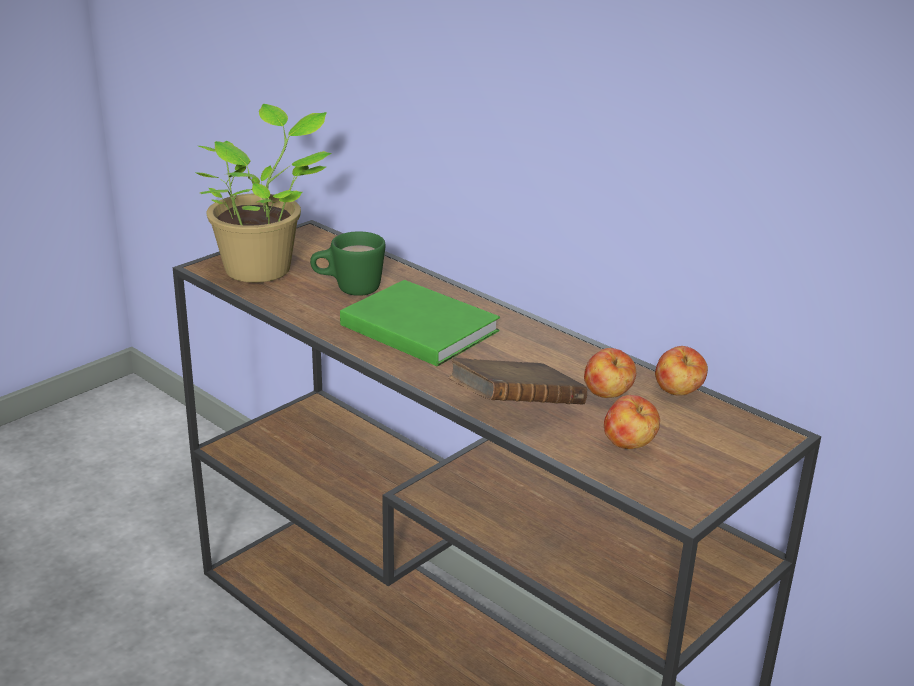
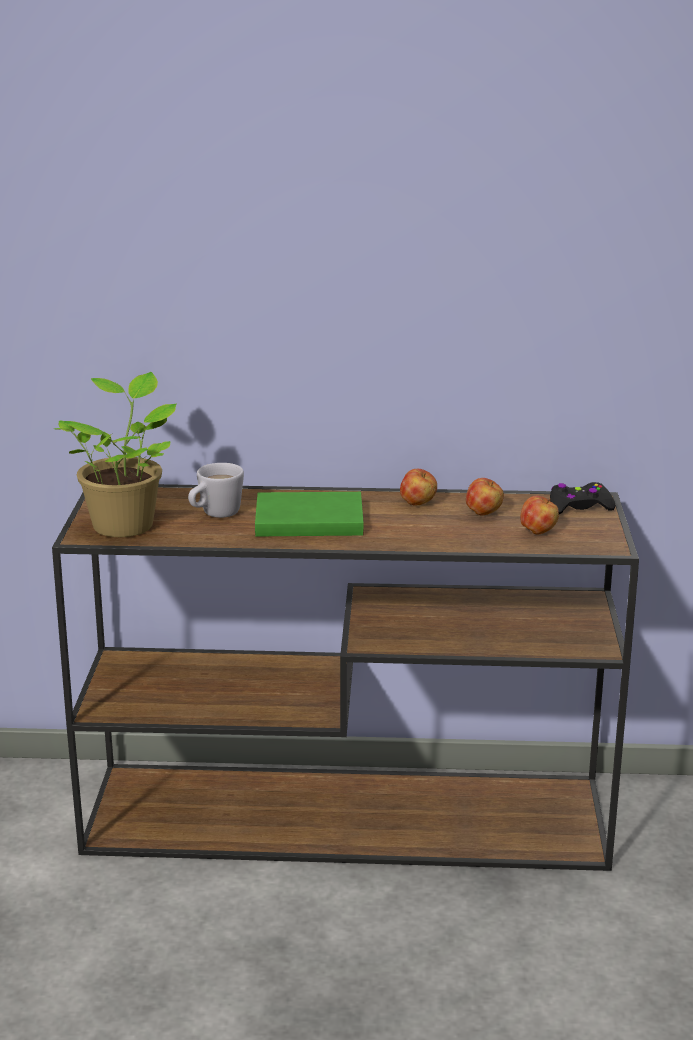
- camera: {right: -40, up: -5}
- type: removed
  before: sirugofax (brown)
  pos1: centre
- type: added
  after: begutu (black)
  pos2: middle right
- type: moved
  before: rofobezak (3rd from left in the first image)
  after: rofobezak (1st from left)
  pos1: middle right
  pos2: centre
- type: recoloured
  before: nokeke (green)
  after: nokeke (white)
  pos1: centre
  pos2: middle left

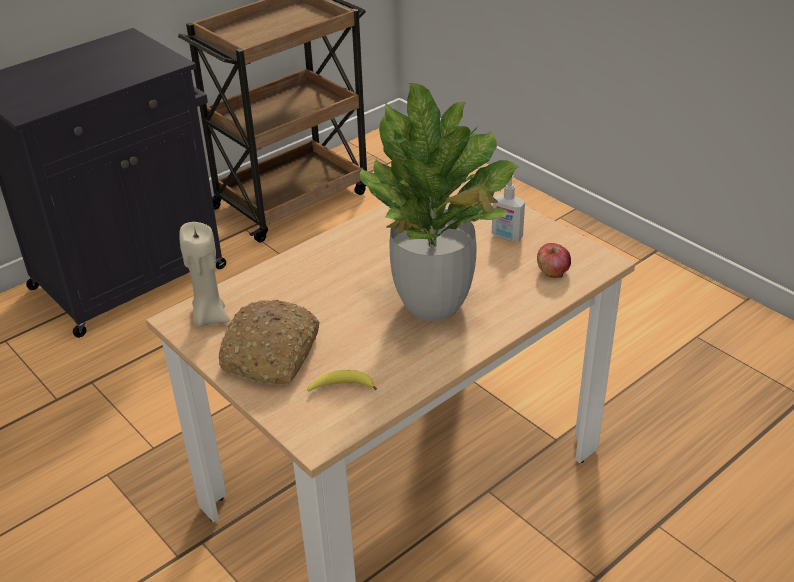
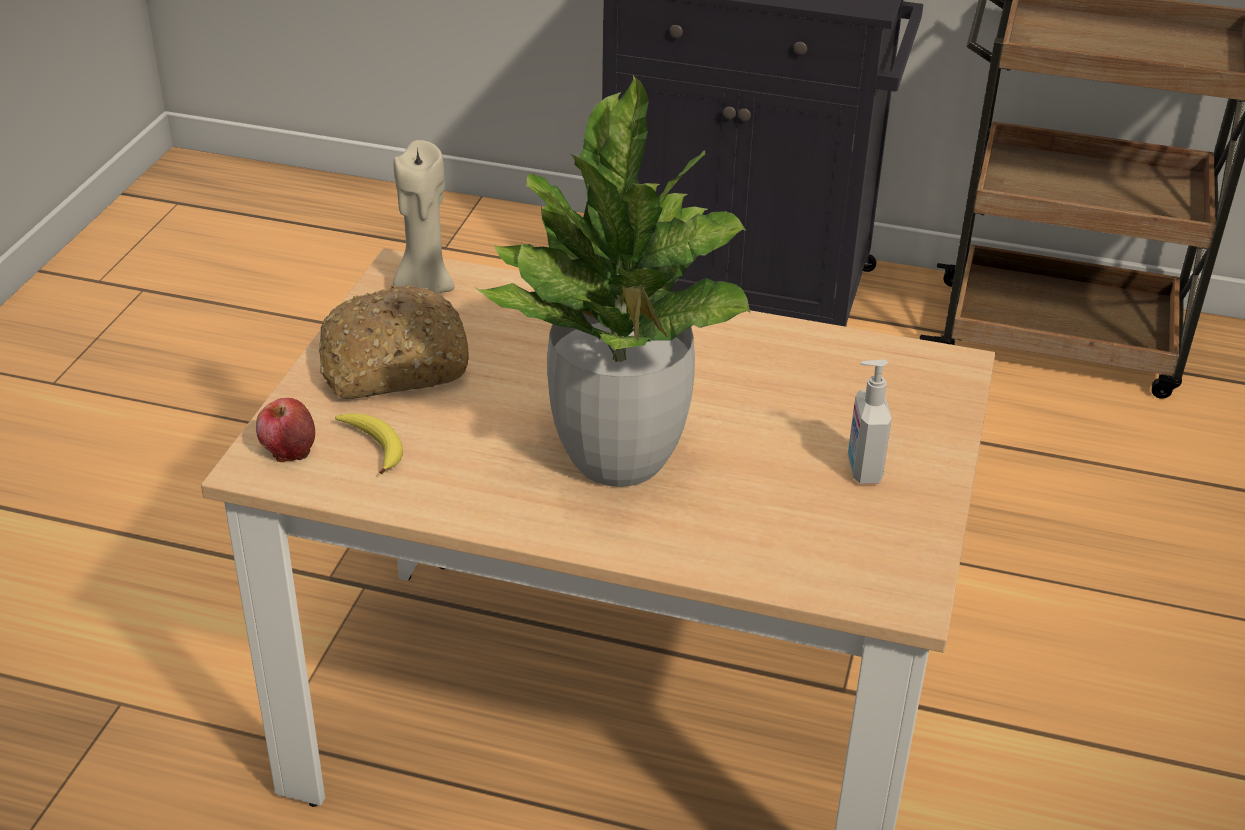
- camera: {right: 55, up: 0}
- type: moved
  before: rofobezak
  pos1: middle right
  pos2: middle left

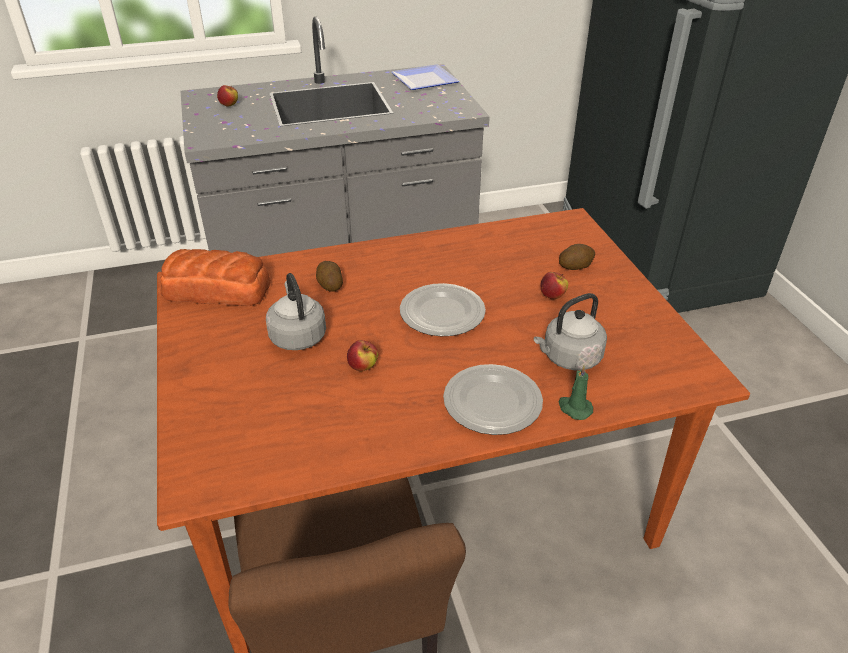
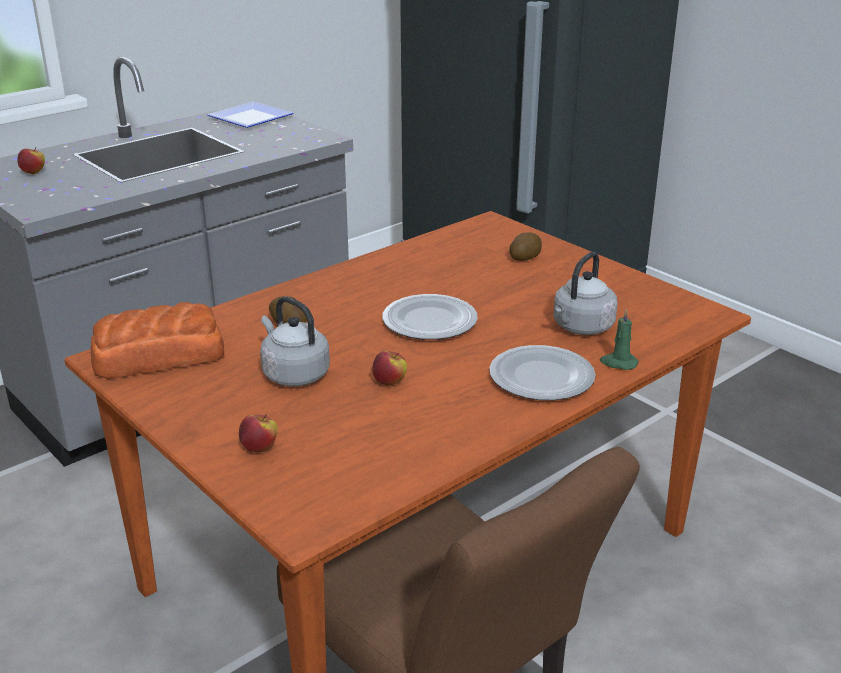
- camera: {right: -25, up: -10}
- type: moved
  before: rofobezak (3rd from left in the first image)
  after: rofobezak (2nd from left)
  pos1: centre
  pos2: middle left

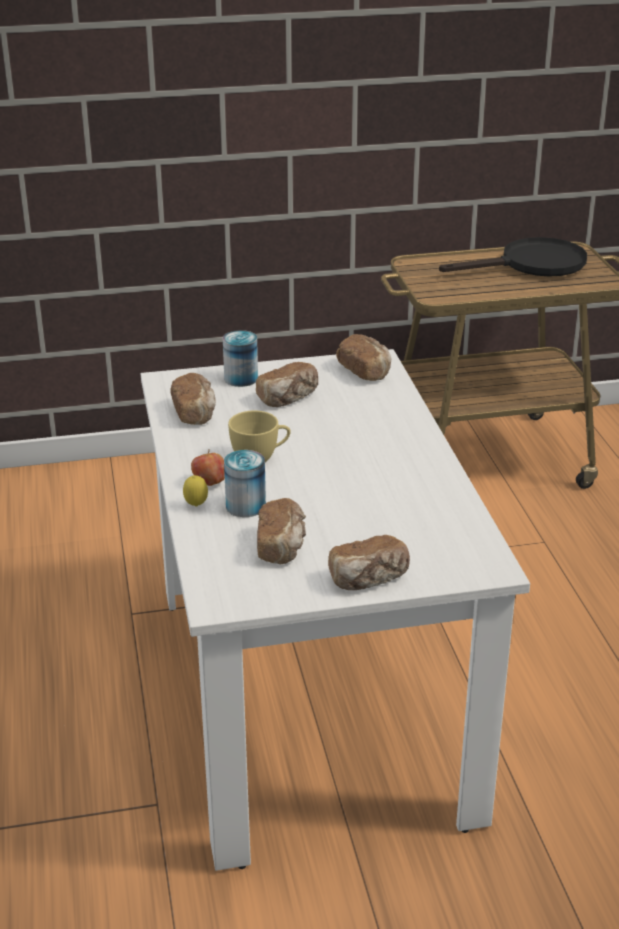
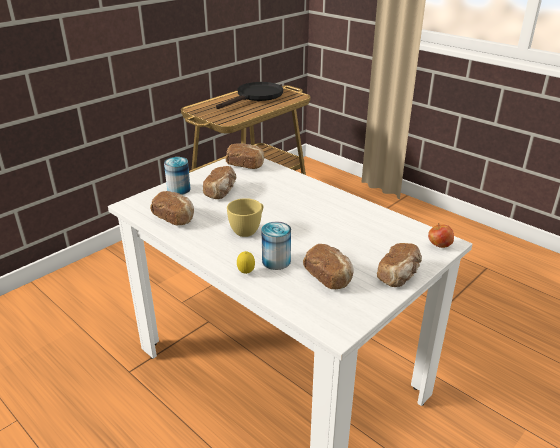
- camera: {right: -35, up: 0}
- type: moved
  before: rofobezak
  pos1: centre
  pos2: middle right

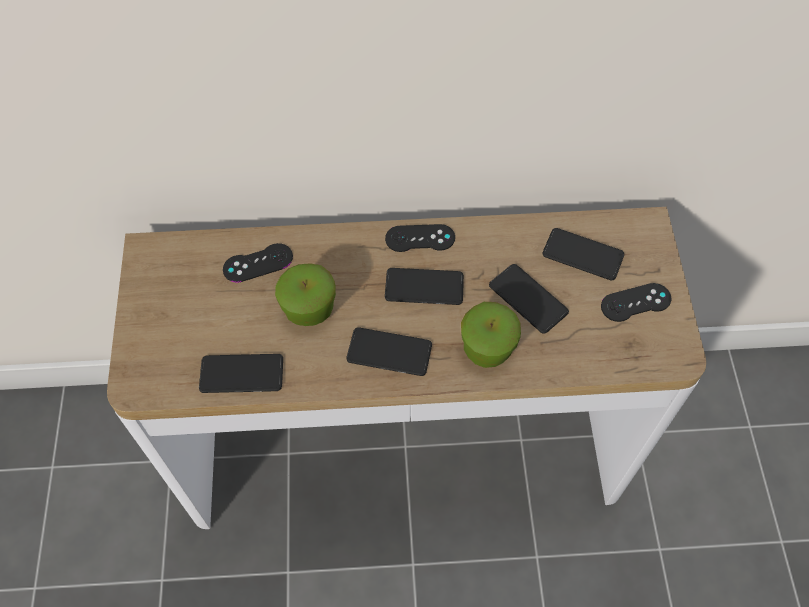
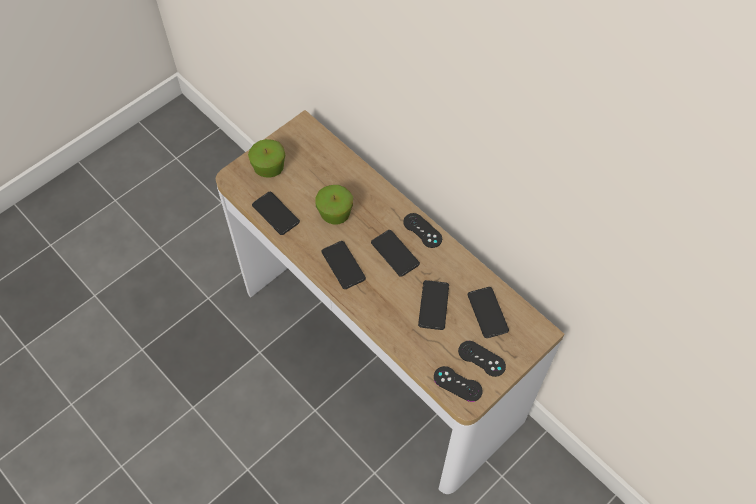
- camera: {right: 50, up: 0}
- type: moved
  before: begutu (black) (1st from left in the first image)
  after: begutu (black) (2nd from left)
  pos1: middle left
  pos2: bottom centre
- type: moved
  before: rofobezak (2nd from left in the first image)
  after: rofobezak (1st from left)
  pos1: centre
  pos2: top centre

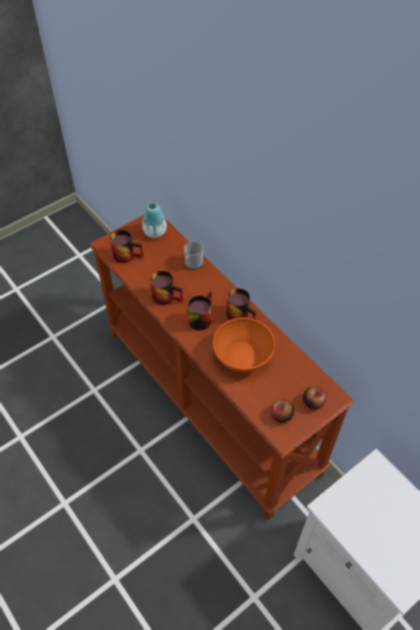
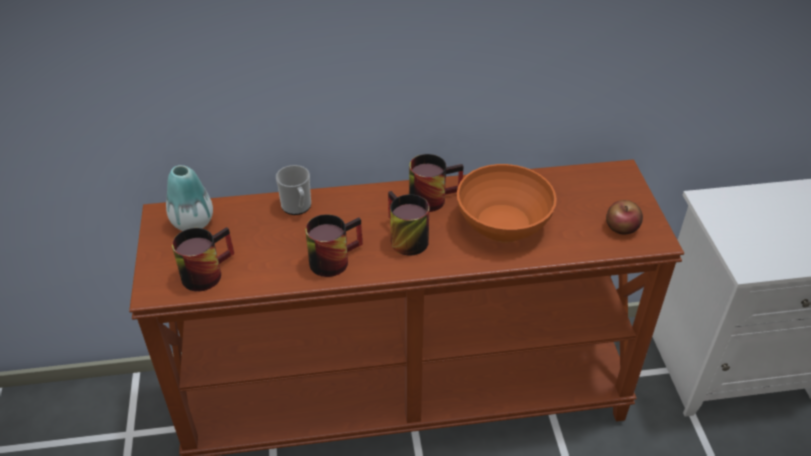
- camera: {right: -60, up: -10}
- type: removed
  before: rofobezak (2nd from left)
  pos1: middle right

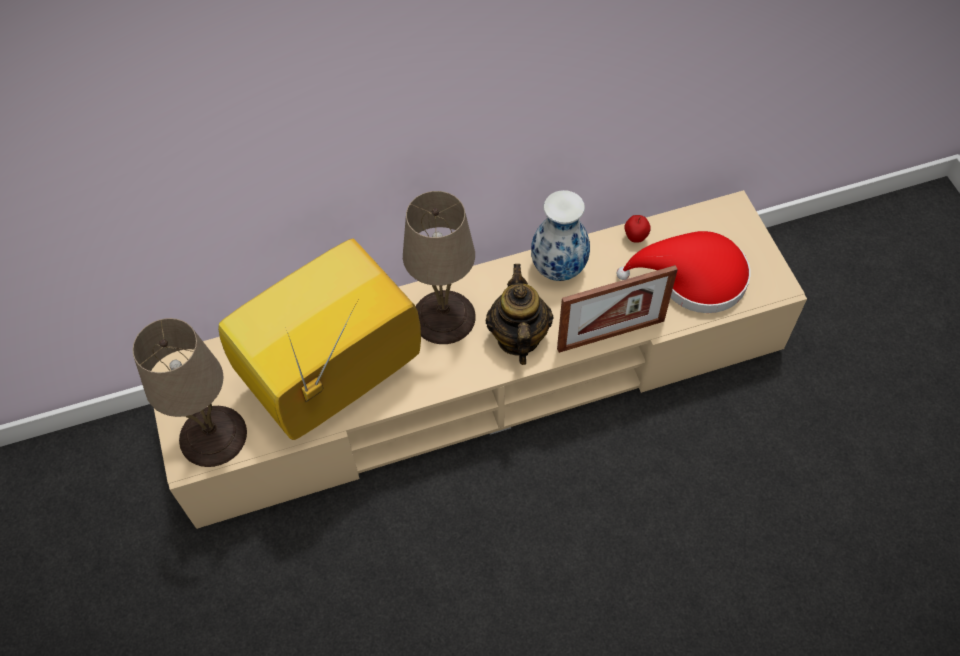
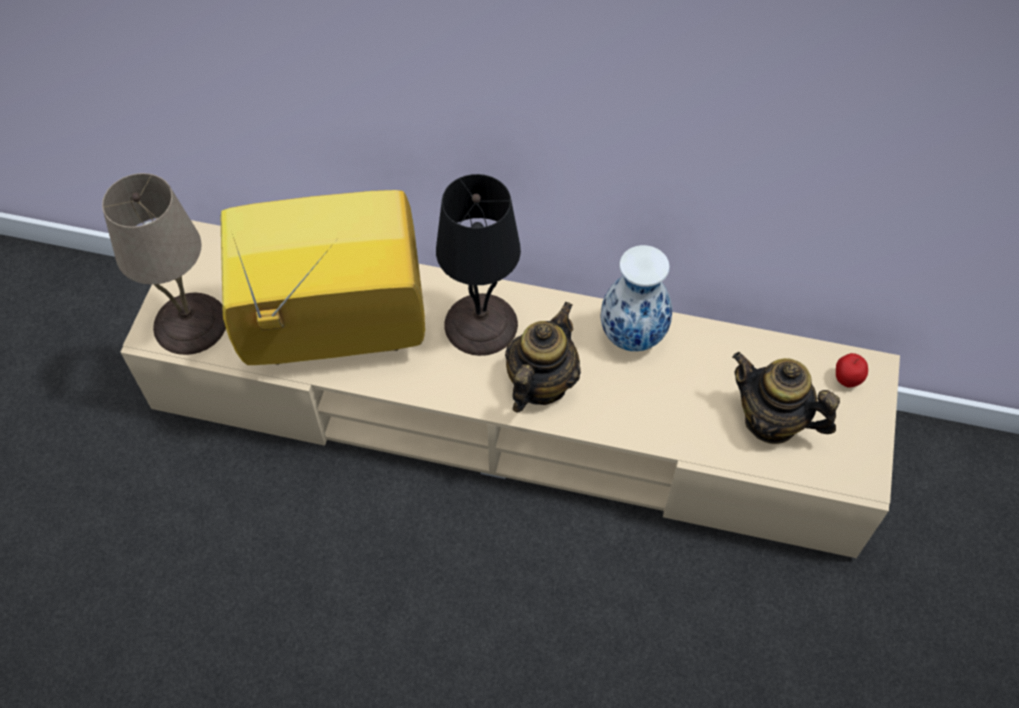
- camera: {right: 30, up: 0}
- type: removed
  before: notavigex
  pos1: centre
- type: moved
  before: rofobezak
  pos1: centre
  pos2: middle right
- type: replaced
  before: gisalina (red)
  after: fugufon (2nd from left)
  pos1: middle right
  pos2: middle right
- type: recoloured
  before: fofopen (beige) (2nd from left)
  after: fofopen (black)
  pos1: centre
  pos2: centre

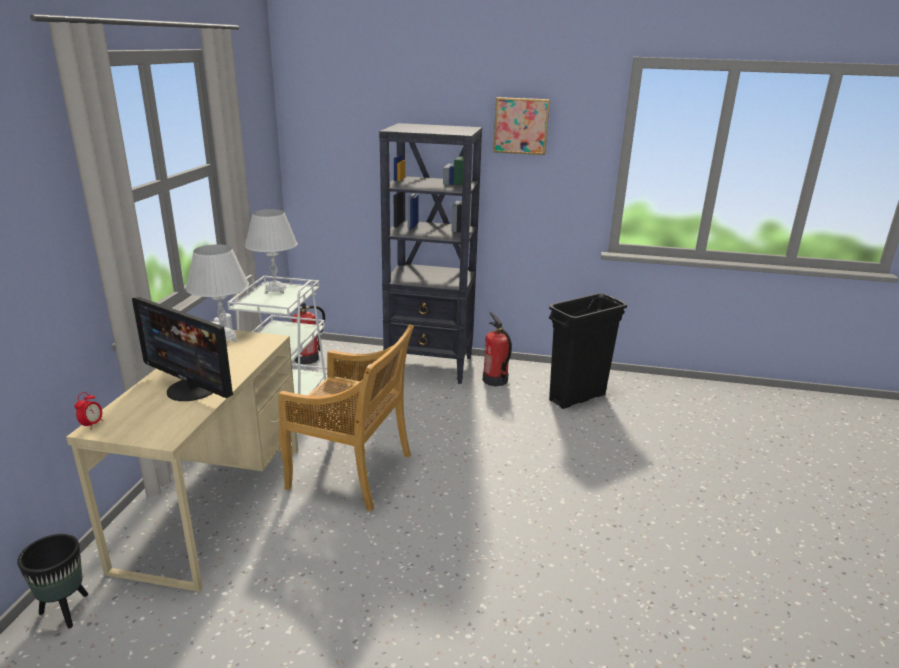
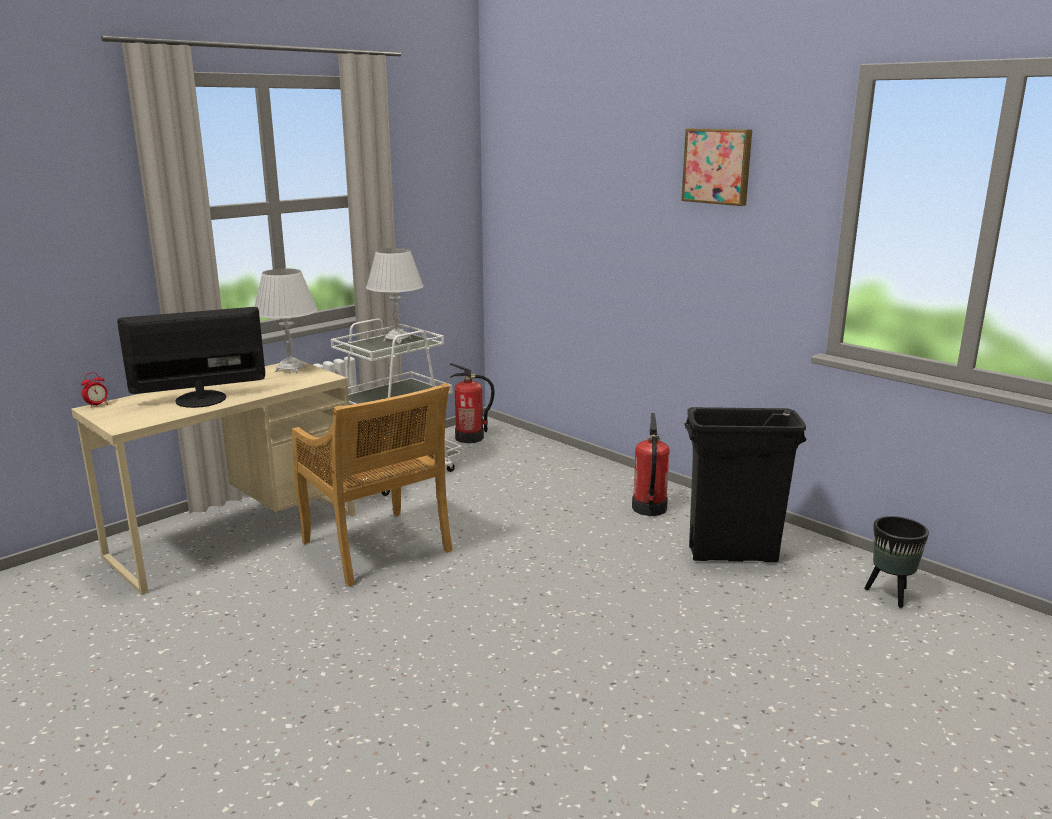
- camera: {right: 35, up: -5}
- type: removed
  before: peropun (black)
  pos1: centre
- type: moved
  before: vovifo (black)
  pos1: bottom left
  pos2: bottom right
- type: turned
  before: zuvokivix
  pos1: middle left
  pos2: middle left
  turn: 90

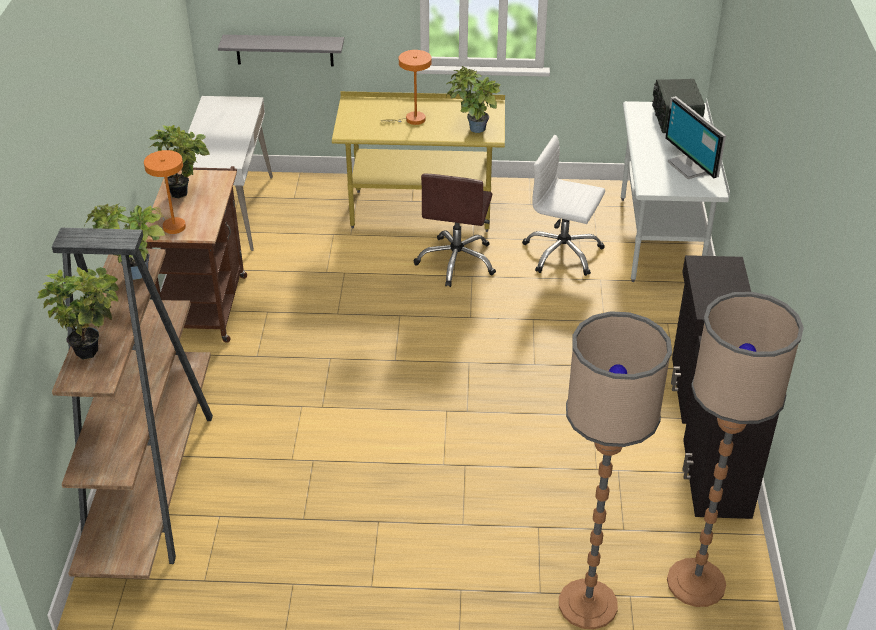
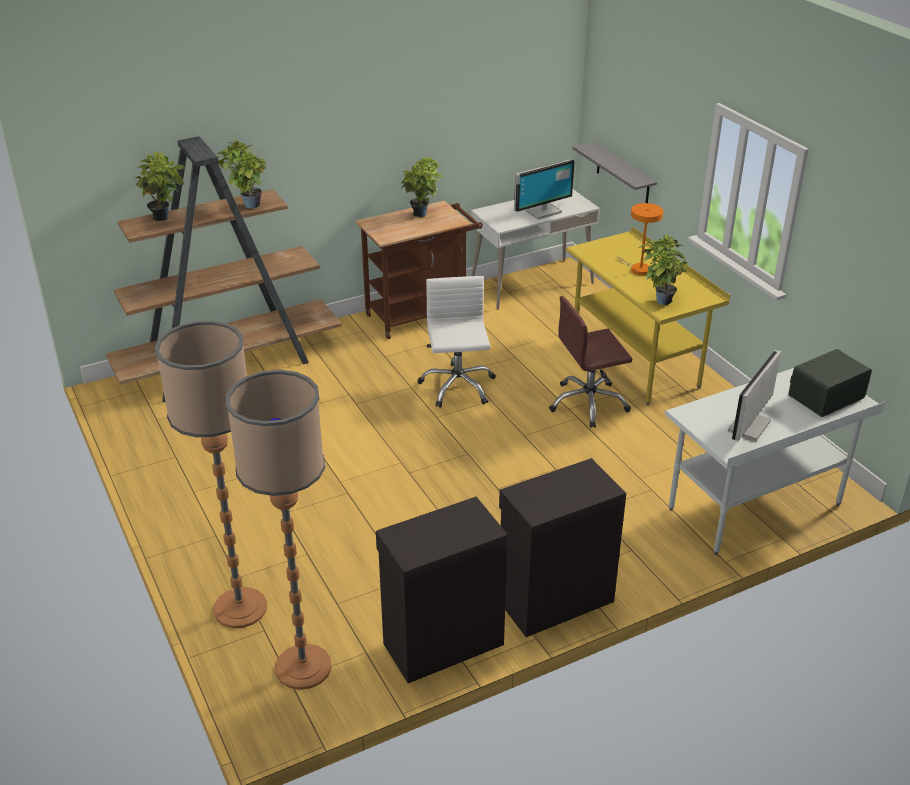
- camera: {right: 60, up: -5}
- type: removed
  before: fofopen (orange) (1st from left)
  pos1: top left
- type: added
  after: zuvokivix (1st from left)
  pos2: top centre
- type: moved
  before: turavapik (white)
  pos1: top centre
  pos2: centre

